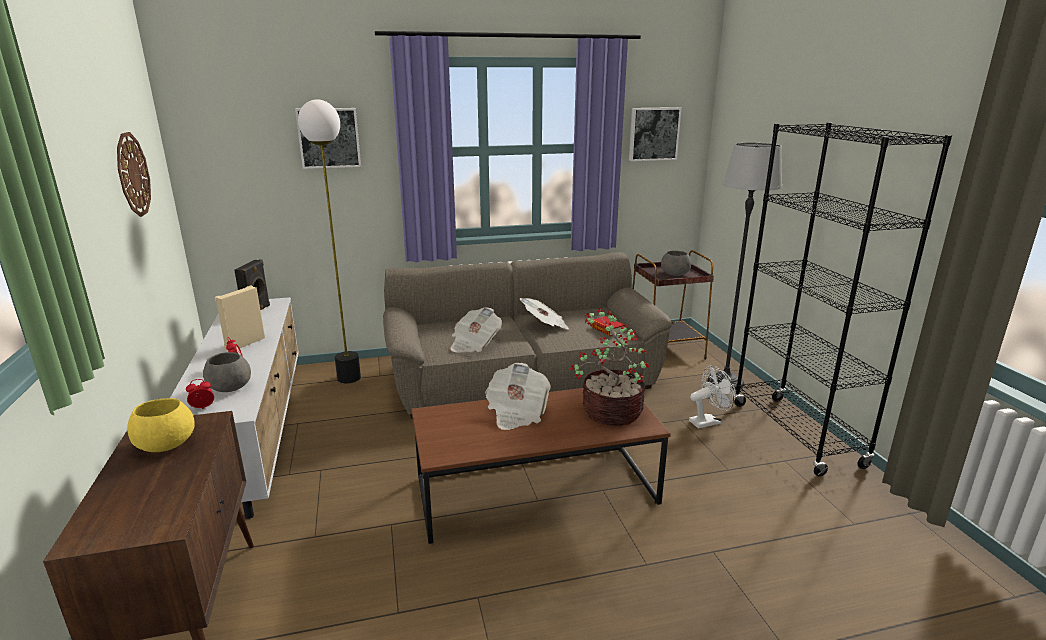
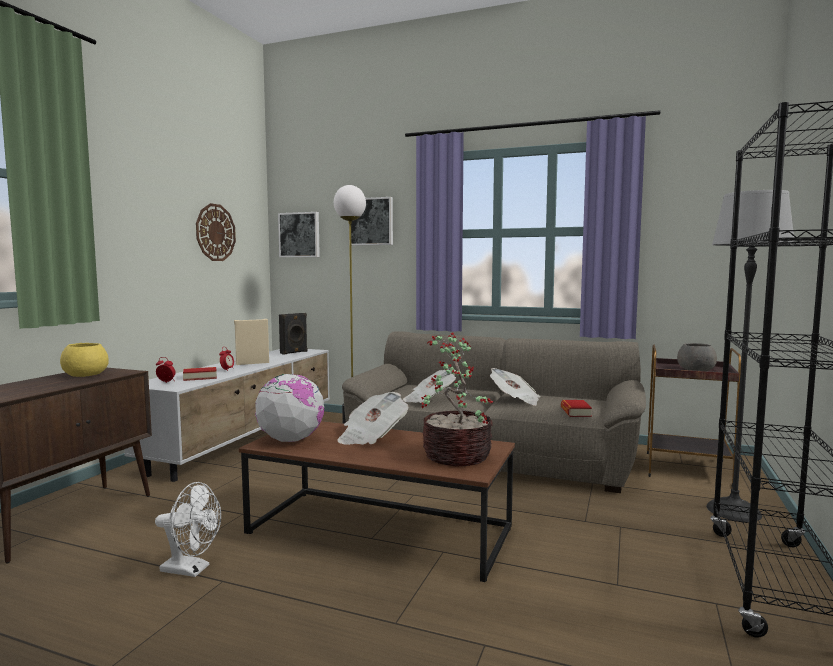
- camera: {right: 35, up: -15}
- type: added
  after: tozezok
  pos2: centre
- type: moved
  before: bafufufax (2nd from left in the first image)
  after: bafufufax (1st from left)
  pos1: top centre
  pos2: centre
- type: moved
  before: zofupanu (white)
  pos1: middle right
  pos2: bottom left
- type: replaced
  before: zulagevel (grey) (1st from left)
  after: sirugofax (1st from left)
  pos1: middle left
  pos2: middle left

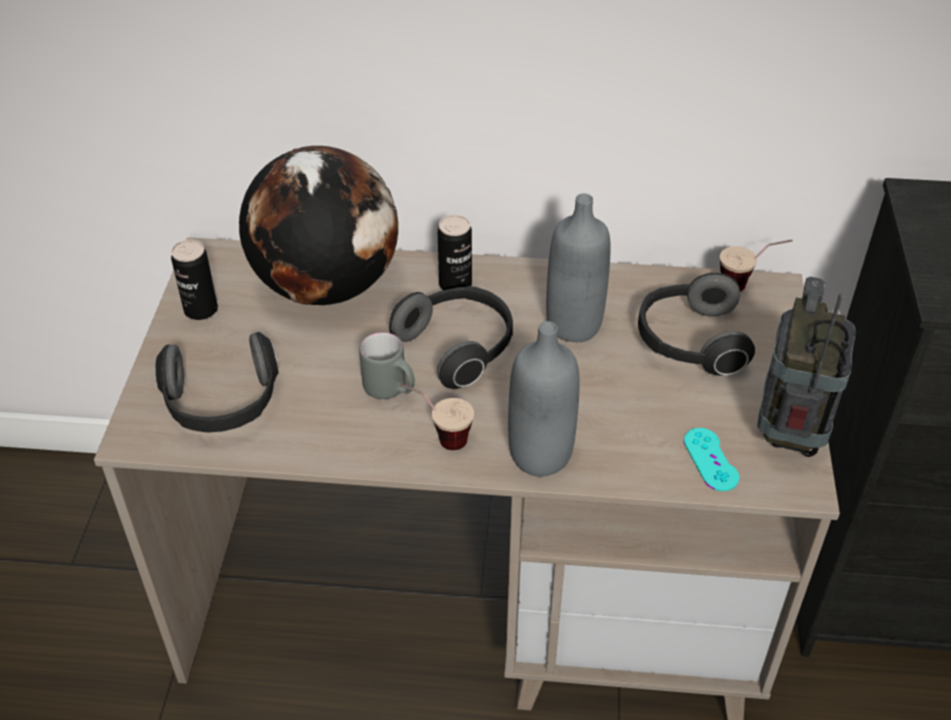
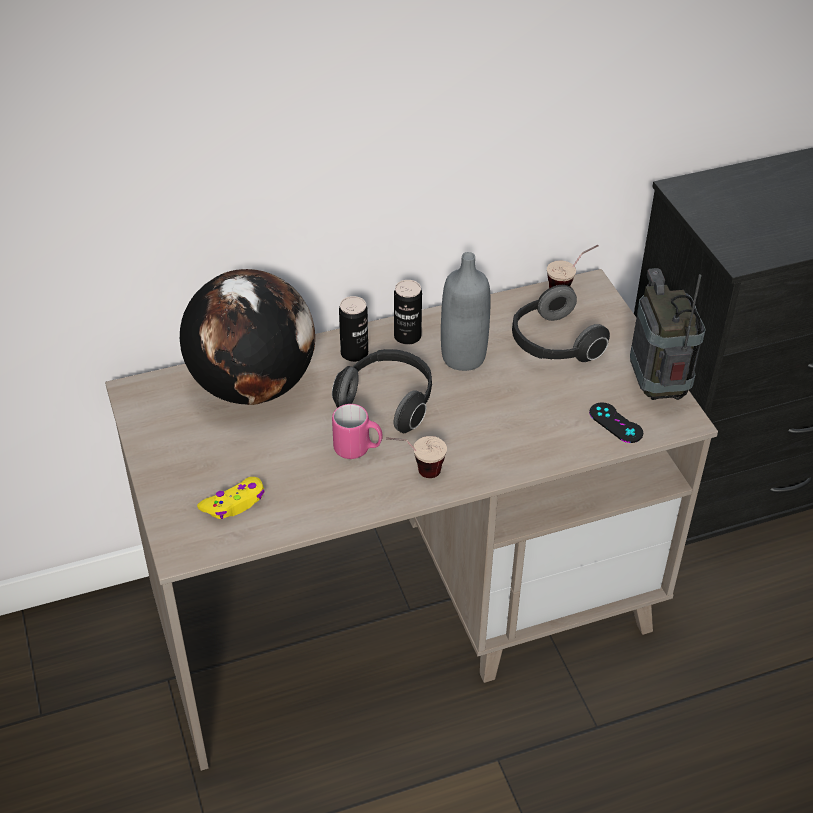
- camera: {right: -25, up: 0}
- type: removed
  before: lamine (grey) (1st from left)
  pos1: centre
- type: moved
  before: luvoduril (1st from left in the first image)
  after: luvoduril (2nd from left)
  pos1: middle left
  pos2: centre
- type: replaced
  before: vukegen (1st from left)
  after: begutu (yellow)
  pos1: middle left
  pos2: middle left
- type: recoloured
  before: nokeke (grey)
  after: nokeke (pink)
  pos1: centre
  pos2: centre
- type: recoloured
  before: begutu (turquoise)
  after: begutu (black)
  pos1: middle right
  pos2: middle right

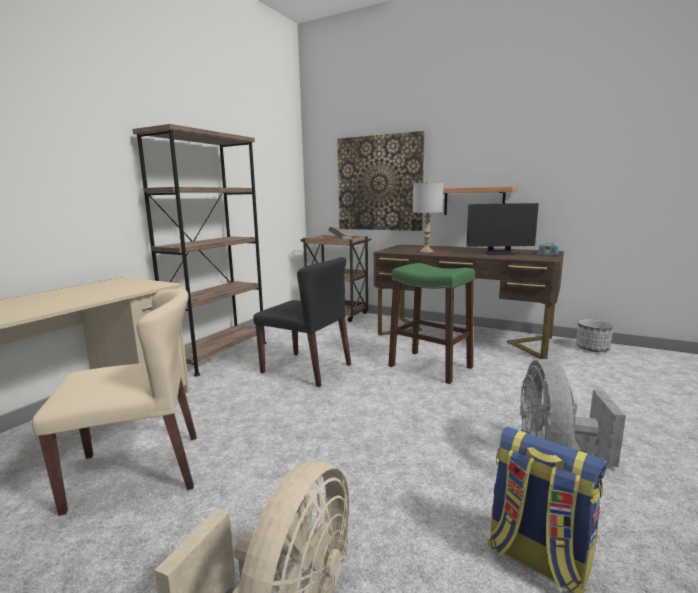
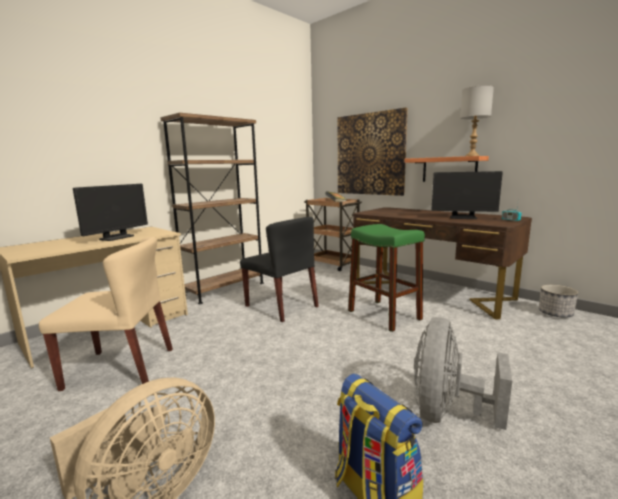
- camera: {right: 15, up: 0}
- type: added
  after: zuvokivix (1st from left)
  pos2: middle left
- type: moved
  before: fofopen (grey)
  pos1: centre
  pos2: top right

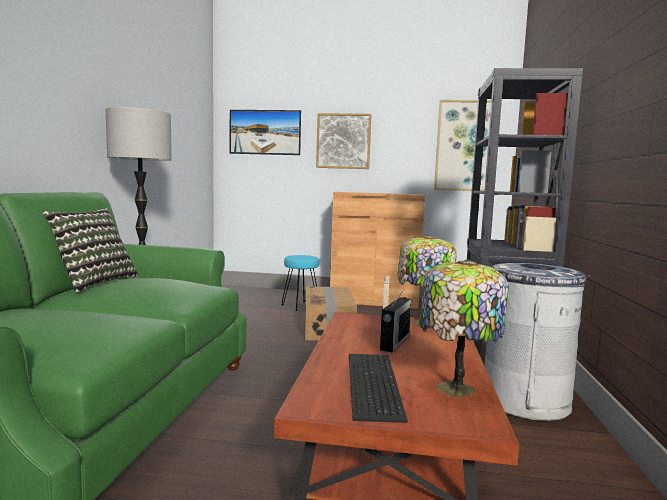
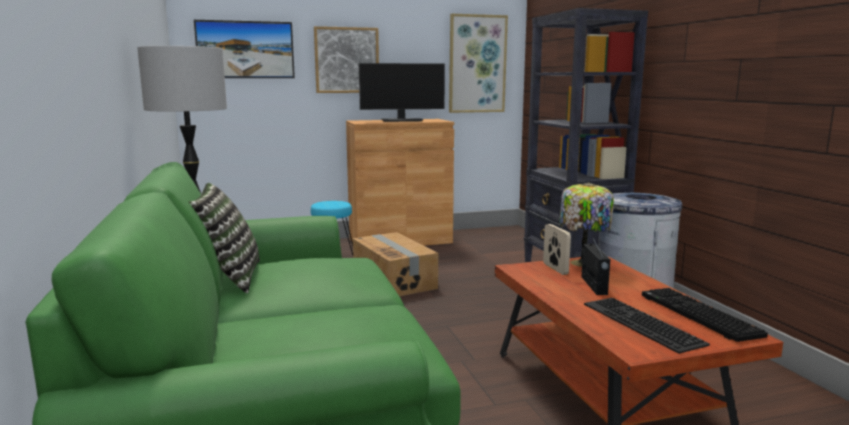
- camera: {right: -25, up: 5}
- type: added
  after: zuvokivix
  pos2: top centre
- type: replaced
  before: fofopen (2nd from left)
  after: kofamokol (2nd from left)
  pos1: middle right
  pos2: bottom right

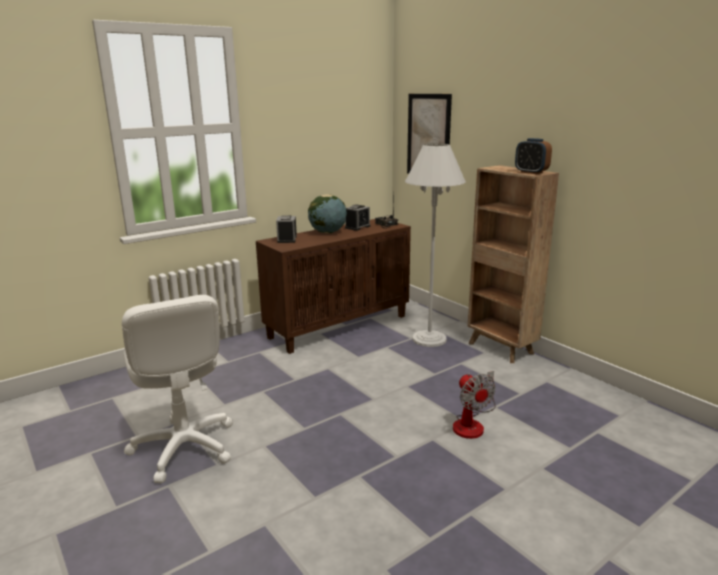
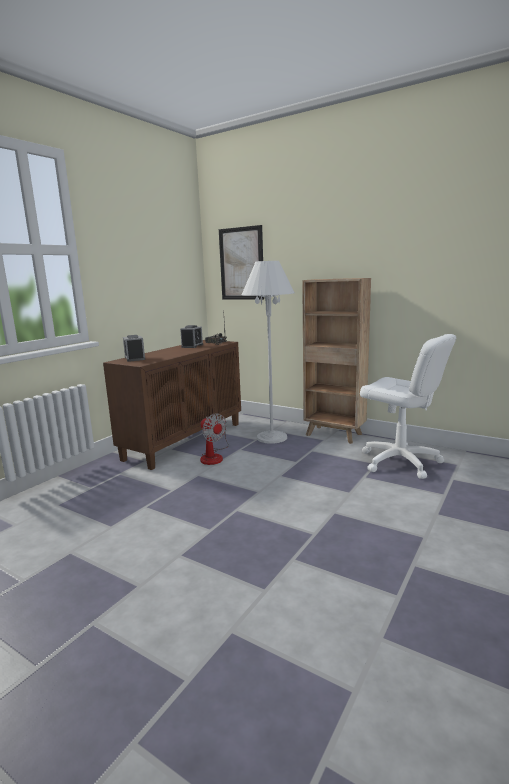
- camera: {right: -20, up: -5}
- type: removed
  before: tozezok
  pos1: centre
- type: removed
  before: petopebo (3rd from left)
  pos1: top right
- type: moved
  before: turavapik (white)
  pos1: bottom left
  pos2: middle right
- type: moved
  before: zofupanu
  pos1: bottom centre
  pos2: centre

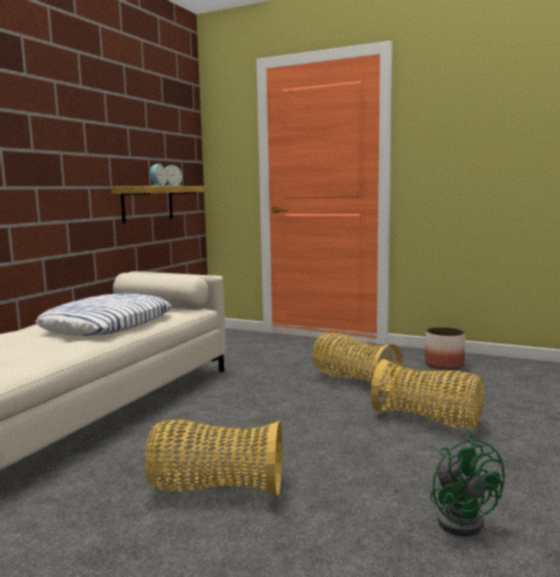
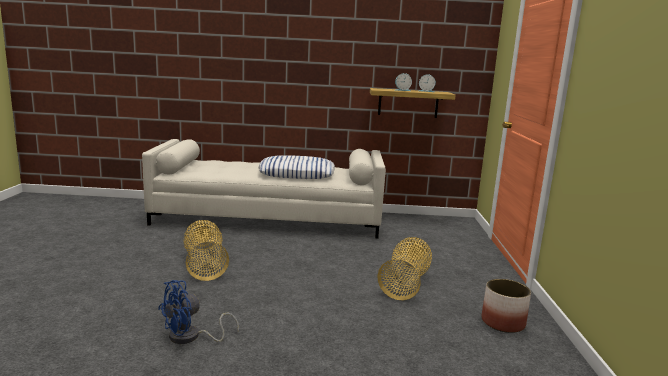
- camera: {right: 65, up: 5}
- type: removed
  before: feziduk (3rd from left)
  pos1: bottom right
- type: recoloured
  before: zofupanu (green)
  after: zofupanu (blue)
  pos1: bottom right
  pos2: bottom left

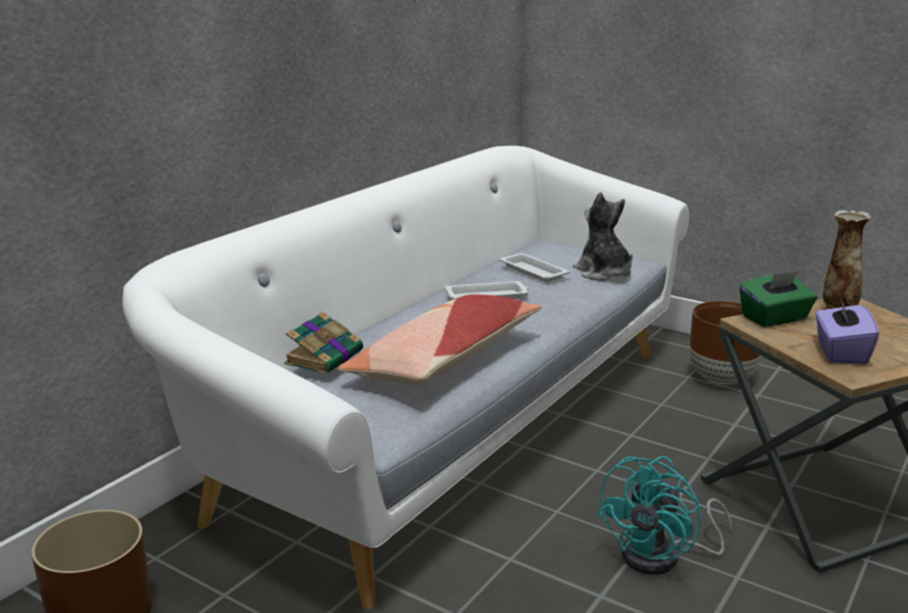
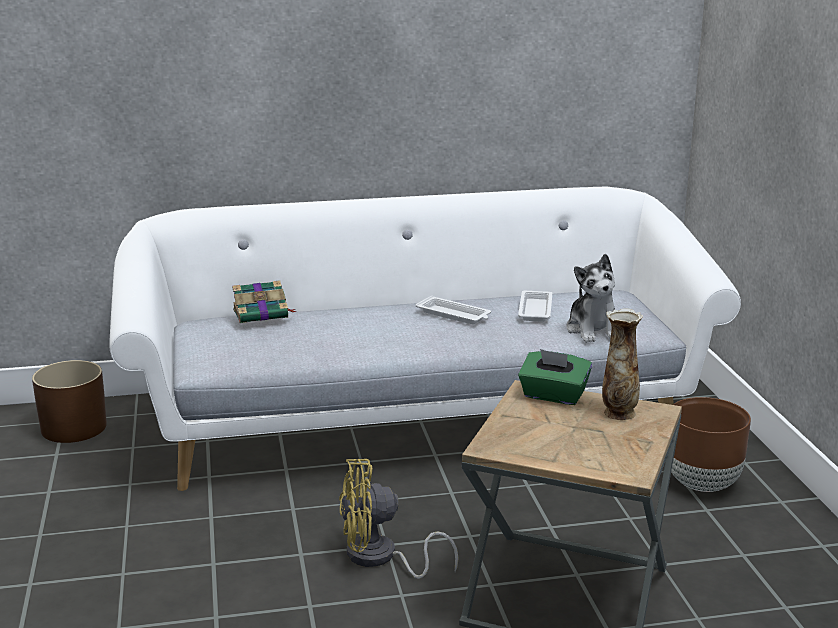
- camera: {right: 45, up: 0}
- type: removed
  before: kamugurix
  pos1: centre
- type: removed
  before: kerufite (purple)
  pos1: middle right
- type: recoloured
  before: zofupanu (turquoise)
  after: zofupanu (yellow)
  pos1: bottom right
  pos2: bottom centre
- type: turned
  before: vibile
  pos1: centre
  pos2: middle right
  turn: 150

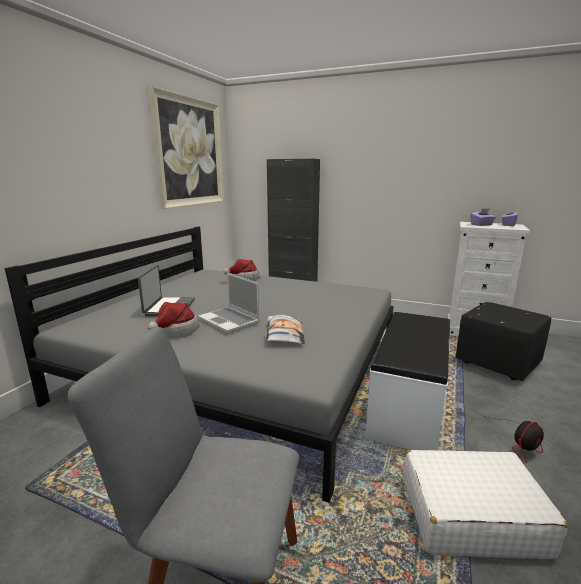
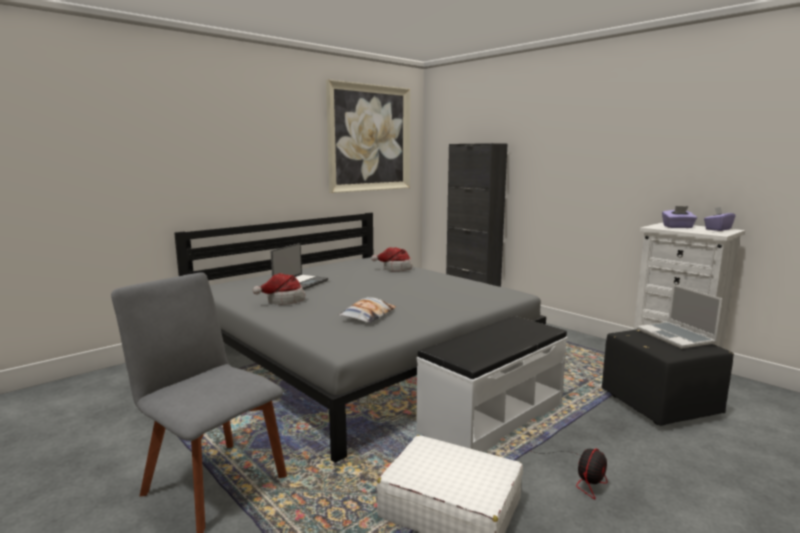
- camera: {right: 25, up: -5}
- type: moved
  before: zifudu (2nd from left)
  pos1: centre
  pos2: middle right
- type: turned
  before: zofupanu
  pos1: bottom right
  pos2: bottom right
  turn: -45

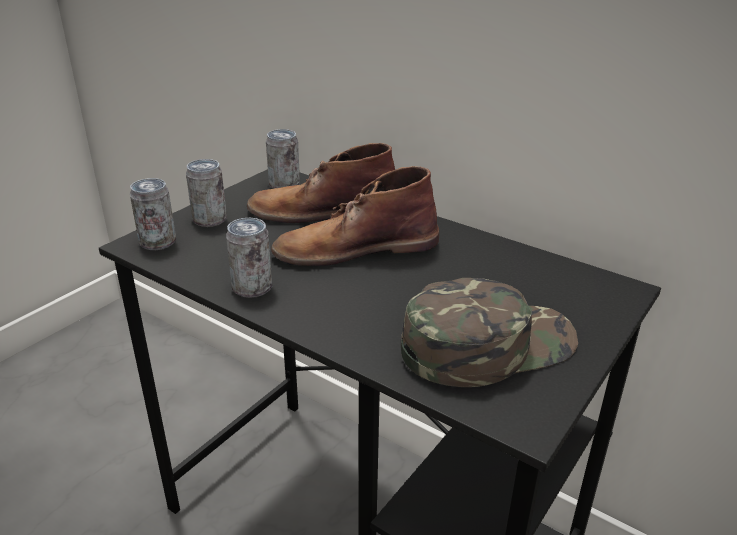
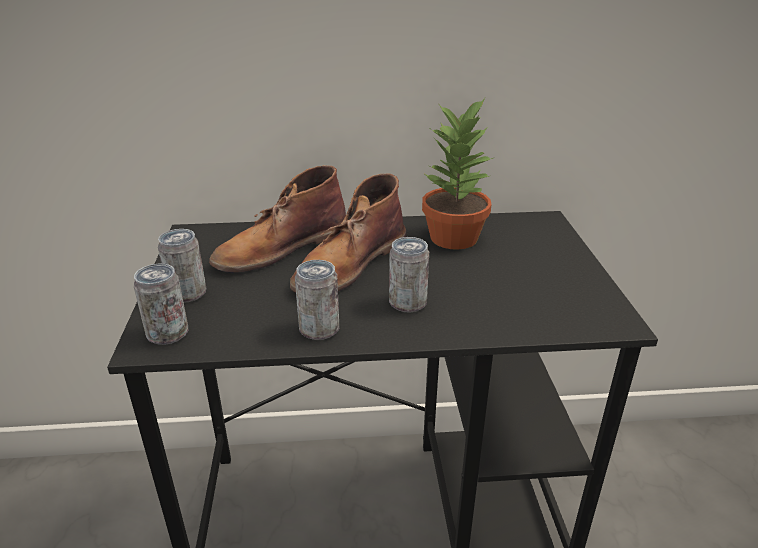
- camera: {right: -40, up: 0}
- type: removed
  before: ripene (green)
  pos1: centre
- type: added
  after: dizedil
  pos2: top centre
- type: moved
  before: luvoduril (4th from left)
  pos1: top centre
  pos2: centre

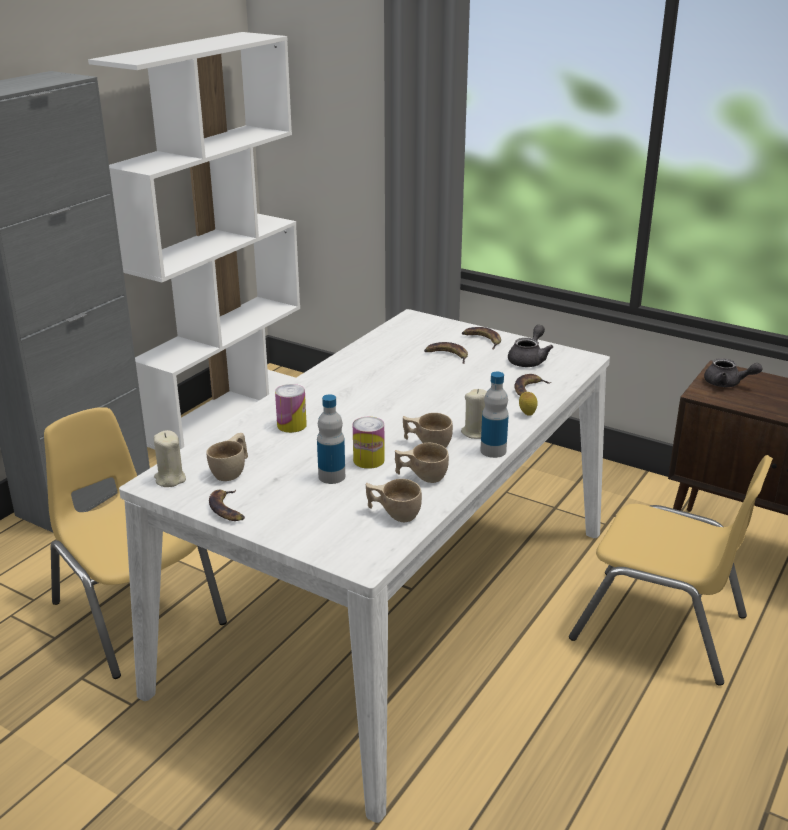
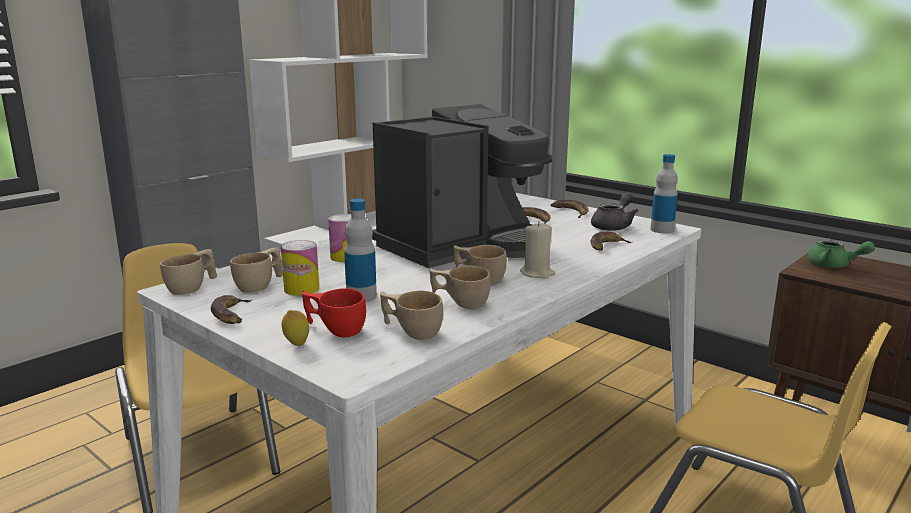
- camera: {right: 10, up: -10}
- type: added
  after: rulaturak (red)
  pos2: centre
- type: added
  after: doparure
  pos2: centre
- type: moved
  before: luvoduril (2nd from left in the first image)
  after: luvoduril (1st from left)
  pos1: centre
  pos2: middle left
- type: moved
  before: lamine (2nd from left)
  pos1: centre
  pos2: middle right
- type: moved
  before: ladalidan
  pos1: middle right
  pos2: middle left
- type: replaced
  before: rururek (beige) (1st from left)
  after: rulaturak (beige) (1st from left)
  pos1: middle left
  pos2: middle left
- type: recoloured
  before: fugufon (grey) (2nd from left)
  after: fugufon (green)
  pos1: middle right
  pos2: middle right

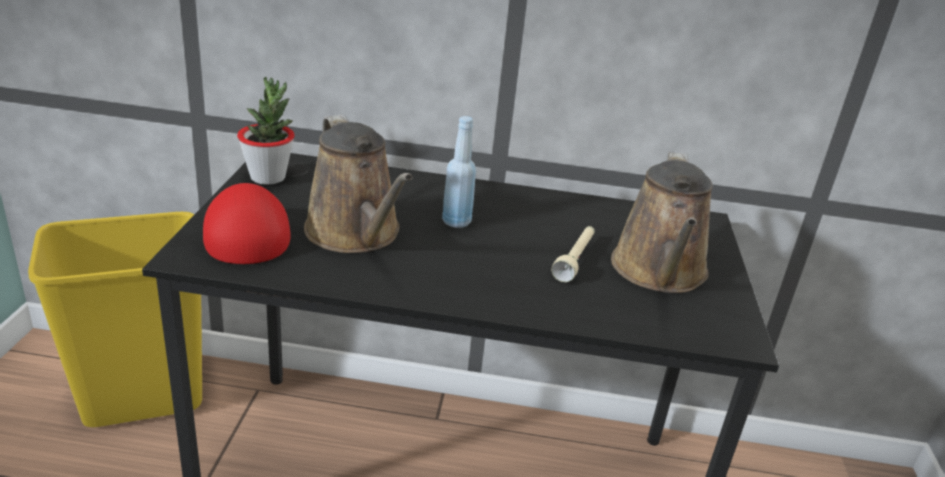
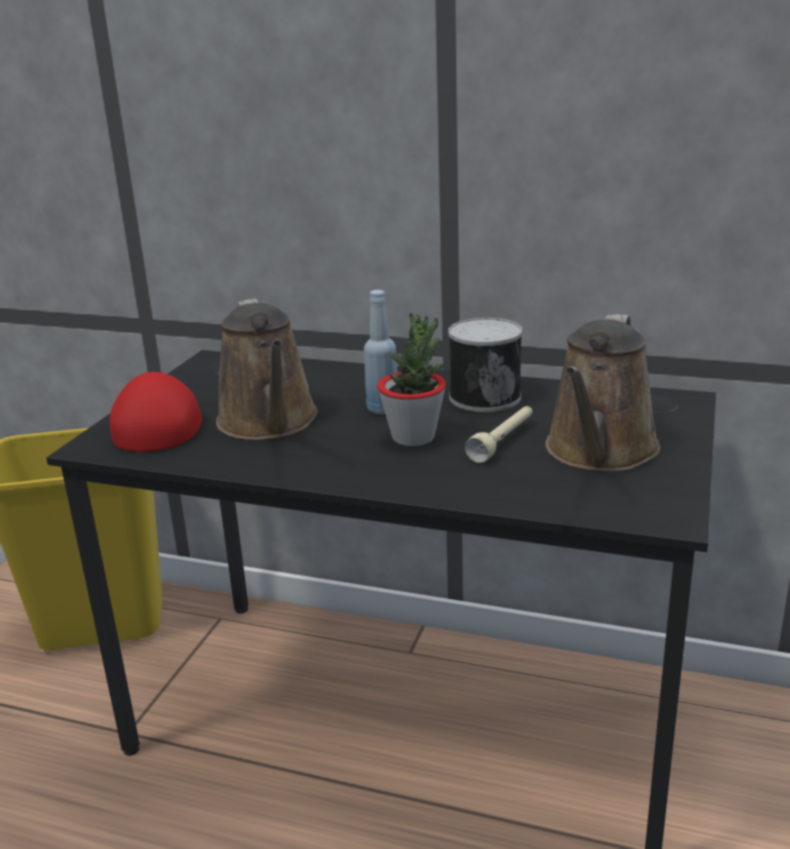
- camera: {right: 15, up: -5}
- type: added
  after: luvoduril
  pos2: centre
- type: moved
  before: dizedil
  pos1: top left
  pos2: centre

